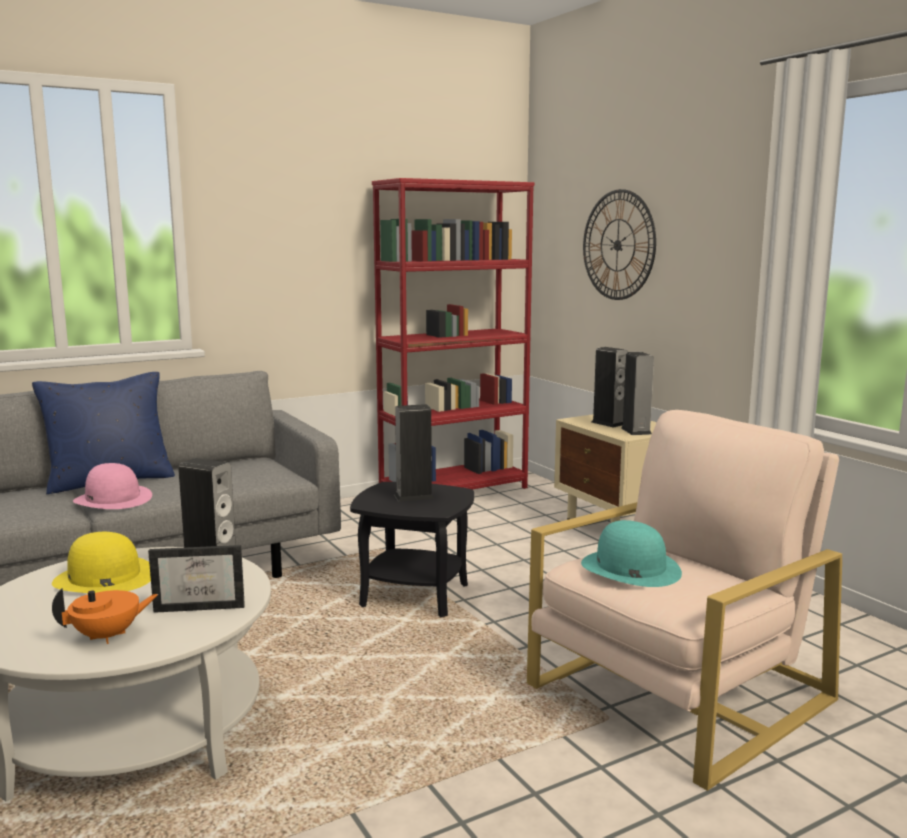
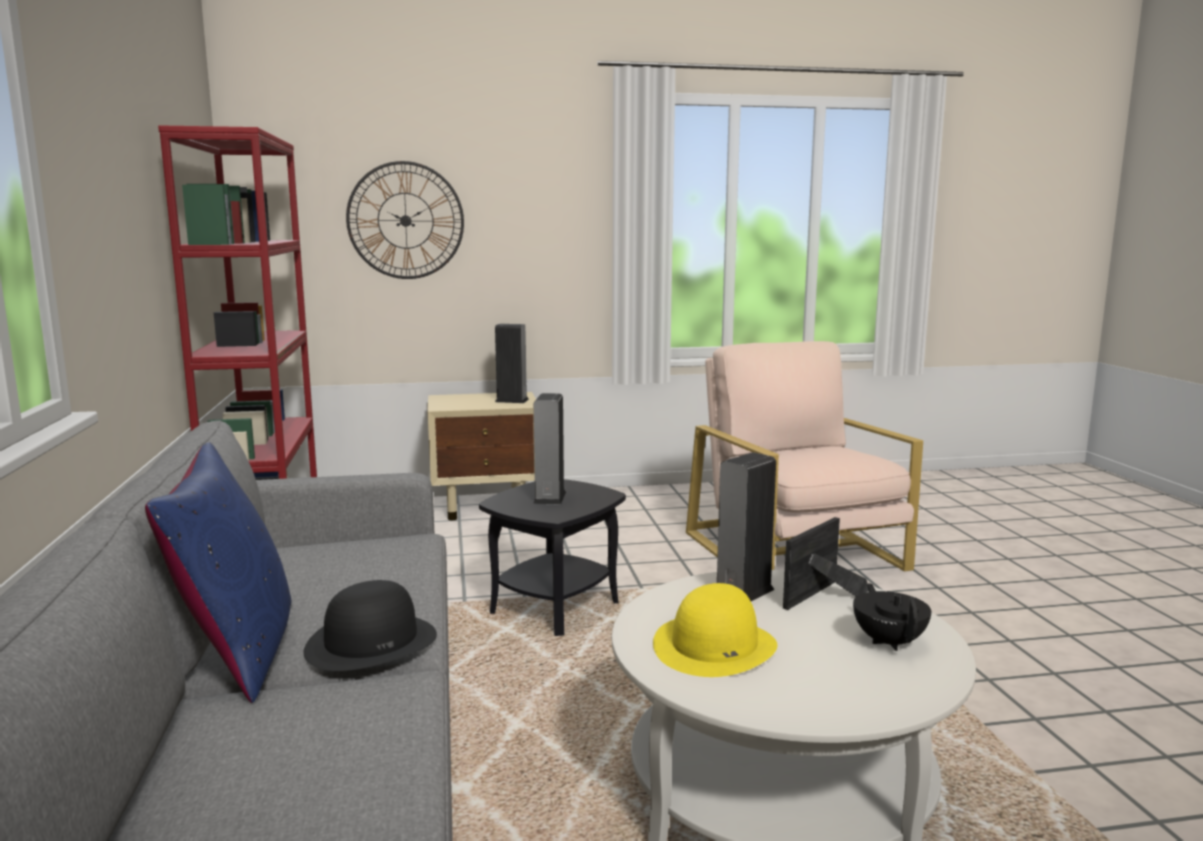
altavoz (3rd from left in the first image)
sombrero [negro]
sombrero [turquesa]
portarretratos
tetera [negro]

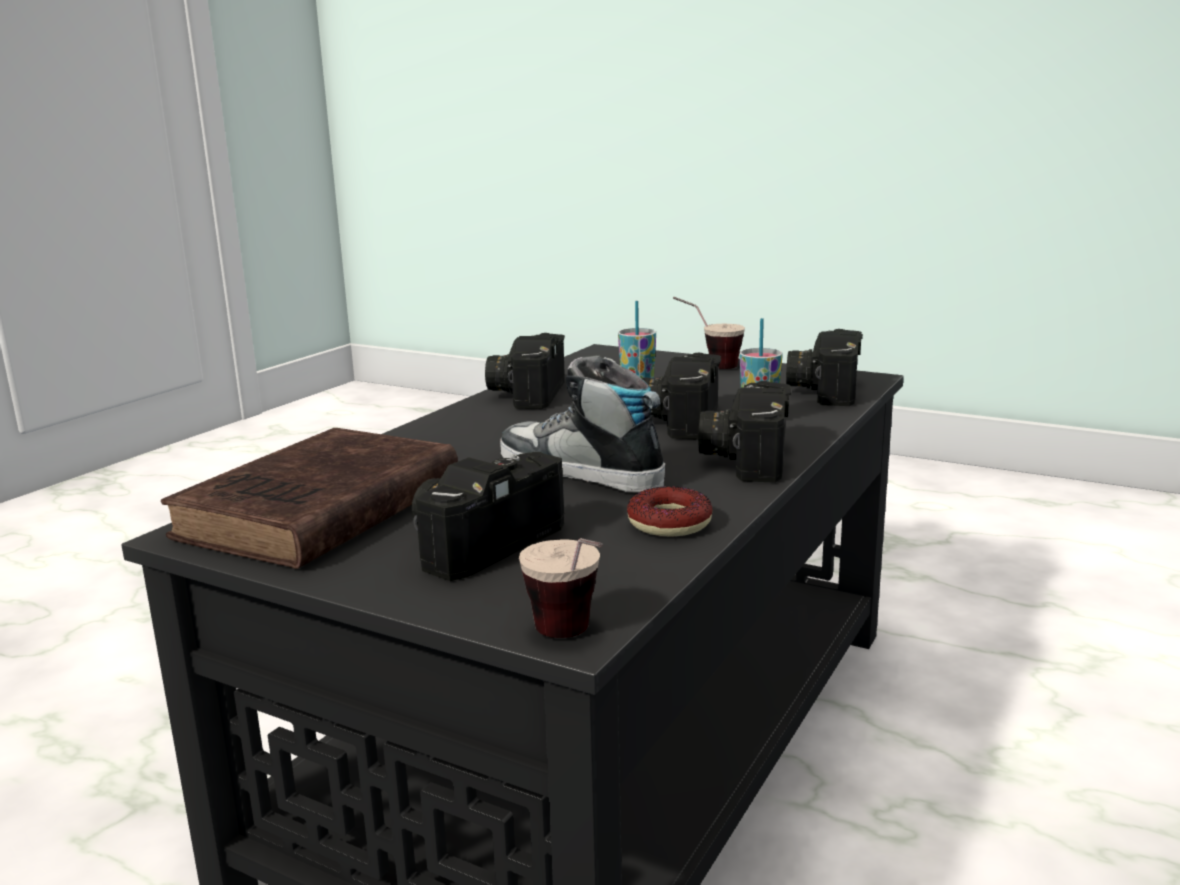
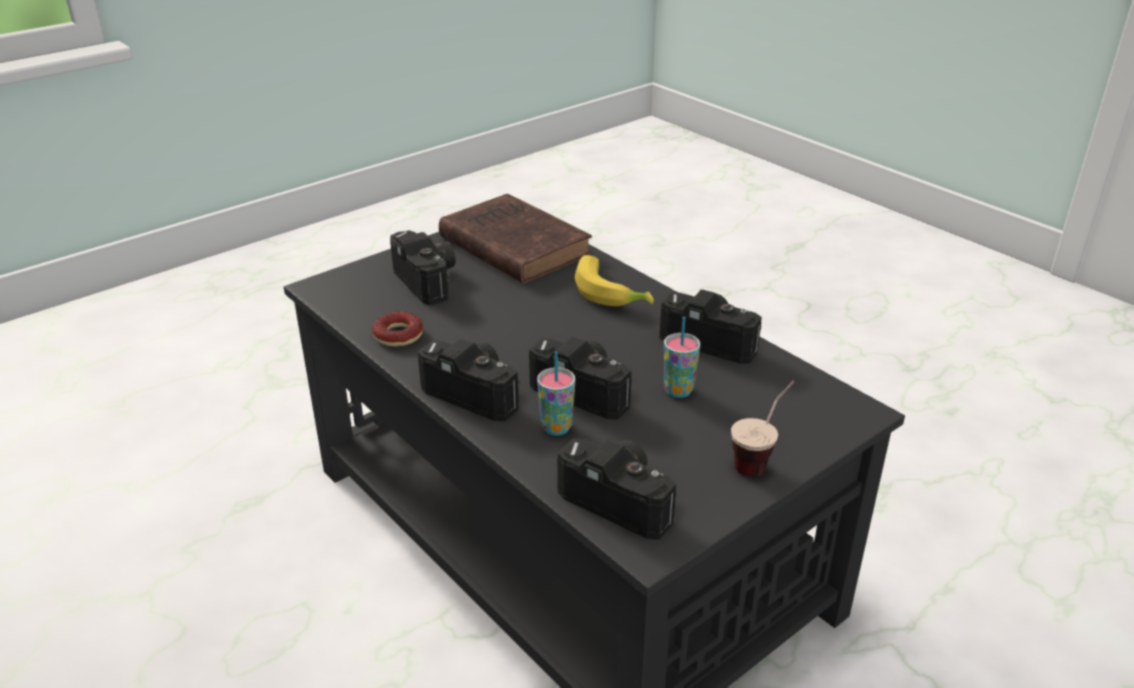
zapato
taza (1st from left in the first image)
plátano

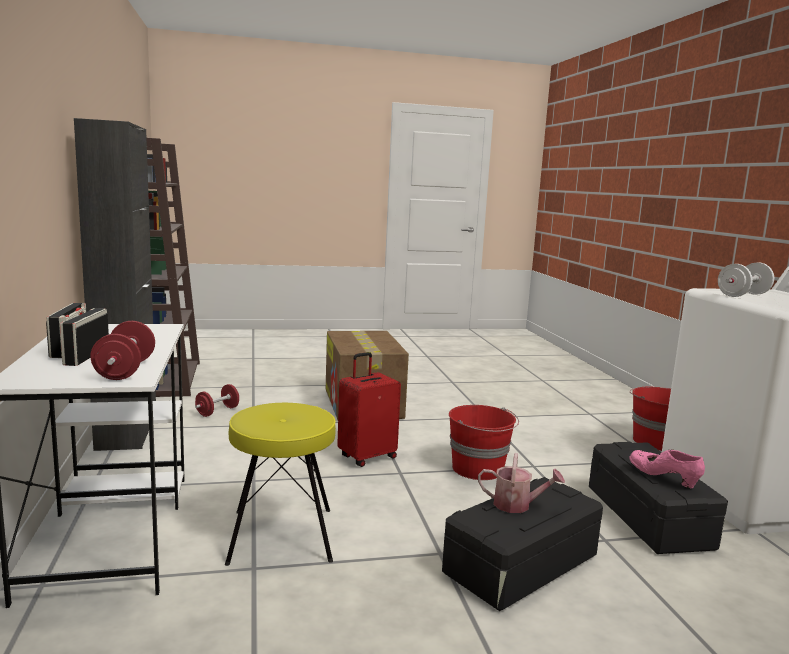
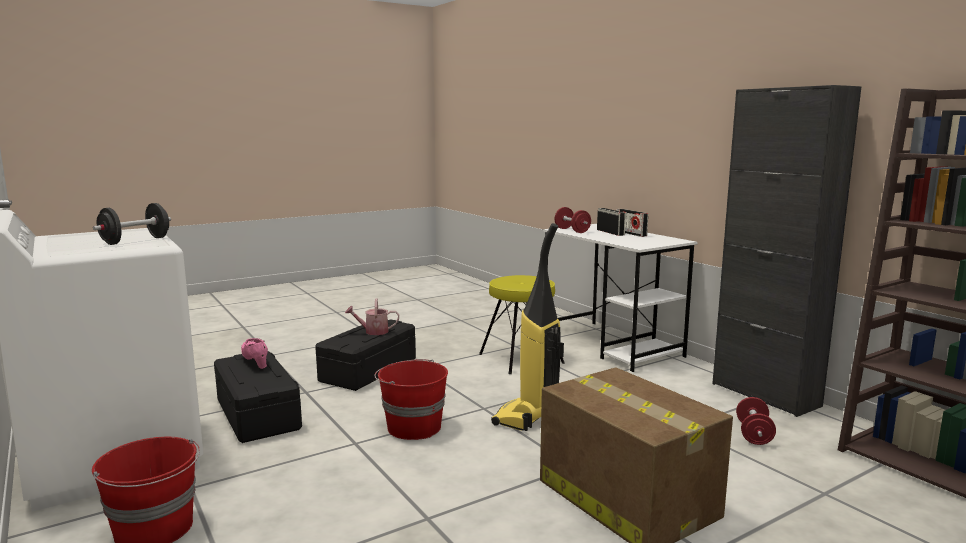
mancuerna [negro]
aspiradora
zapato [rosa]

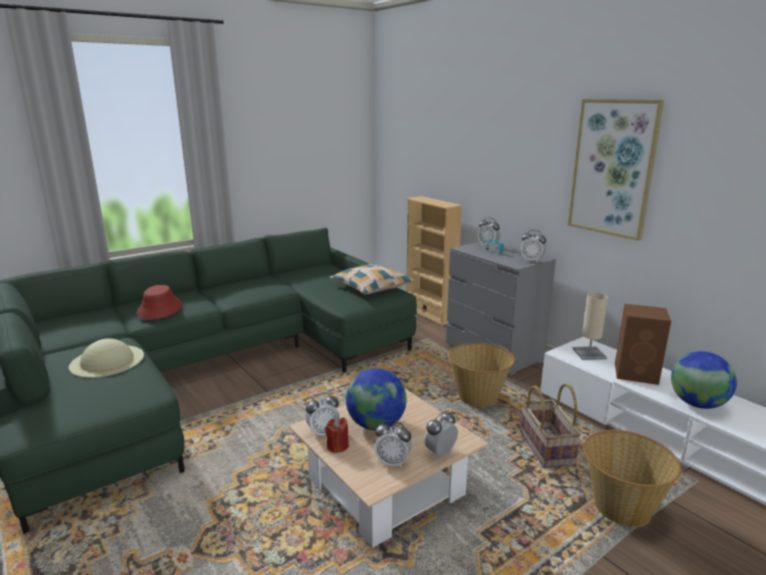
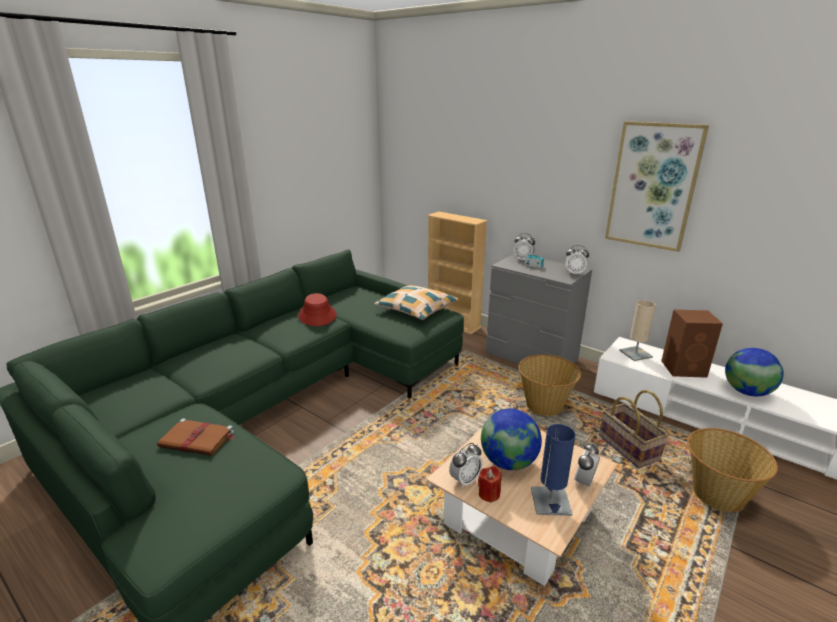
sombrero [rojo]
libro [marrón]
lámpara de mesa [azul]

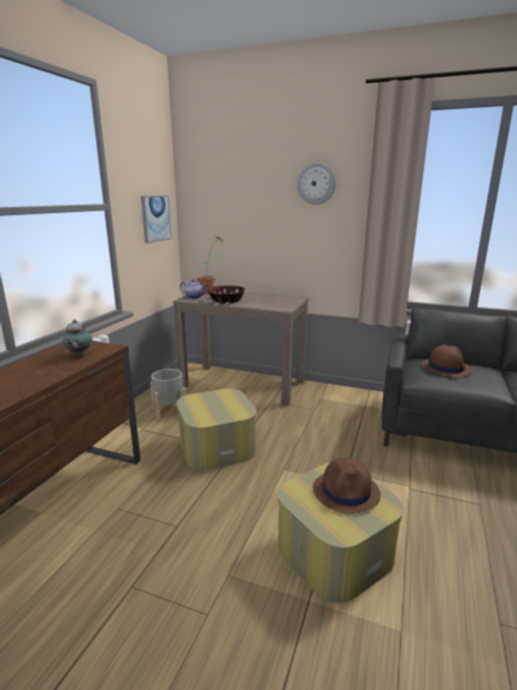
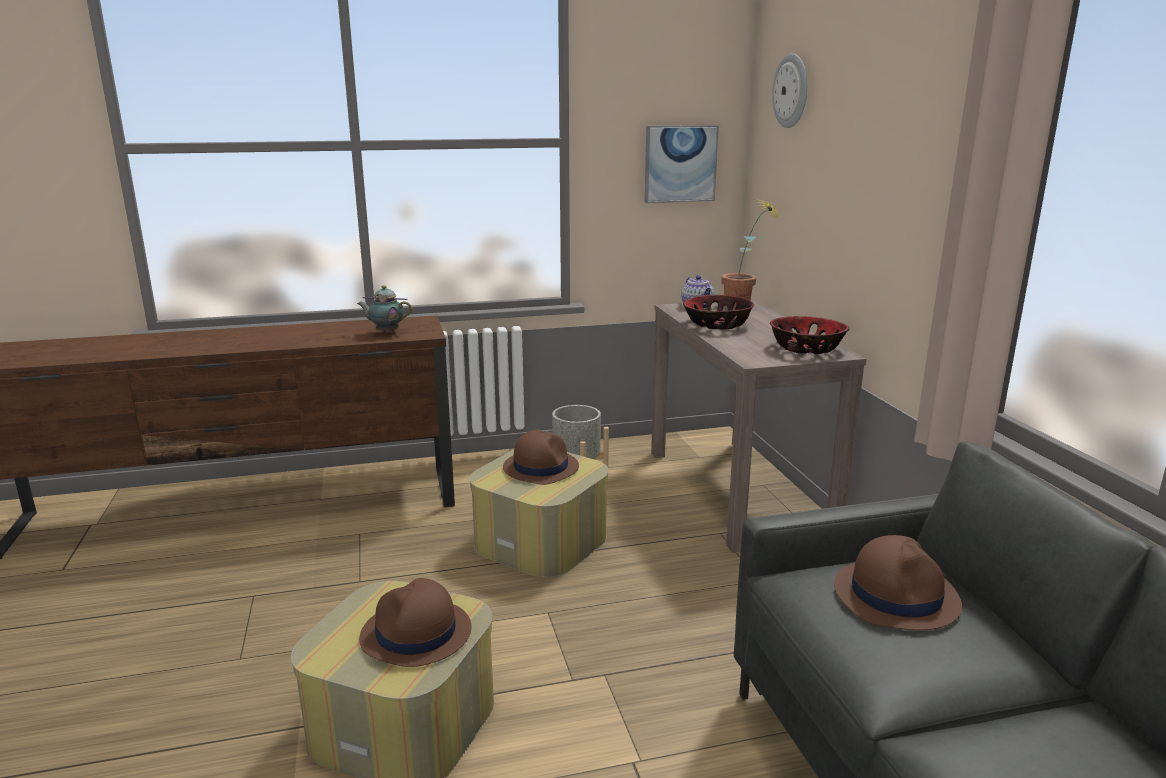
reloj de pared
tetera (1st from left)
cuenco (2nd from left)
sombrero [marrón] (2nd from left)

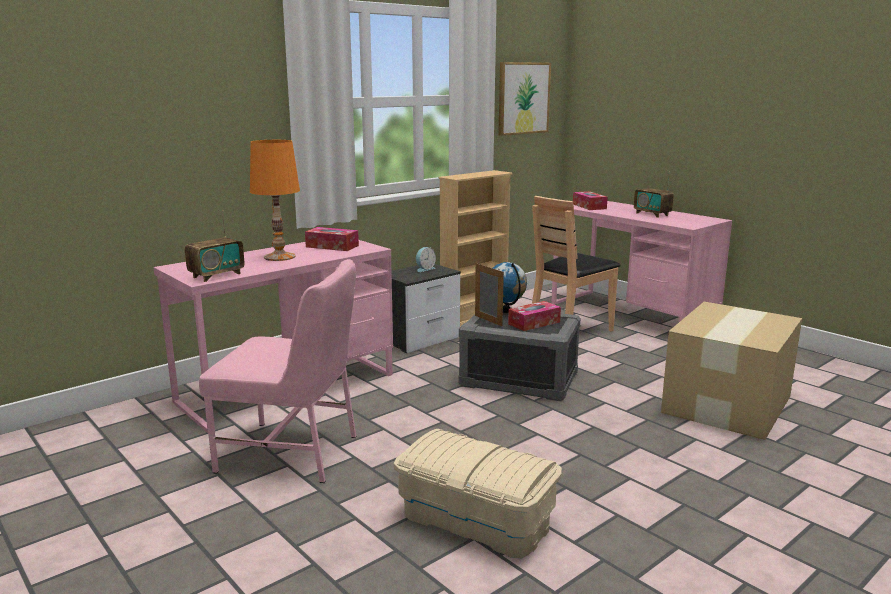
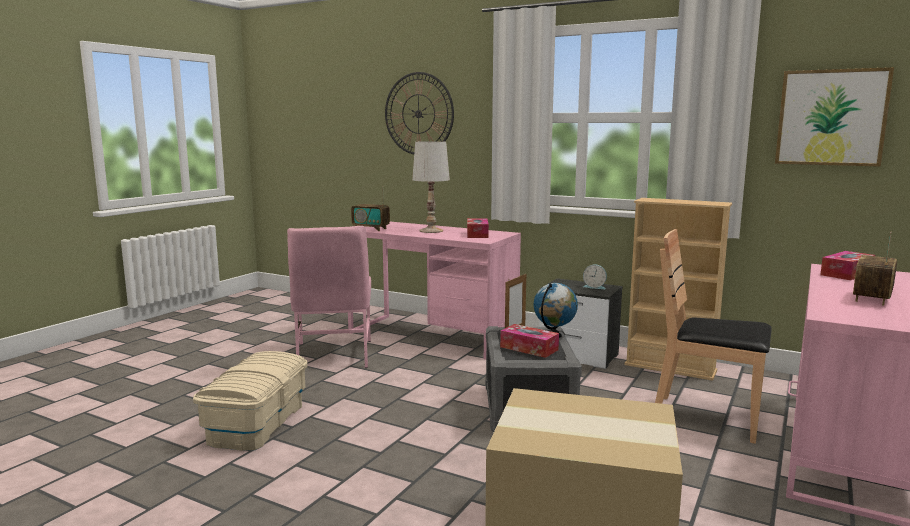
lámpara de mesa [blanco]
reloj de pared

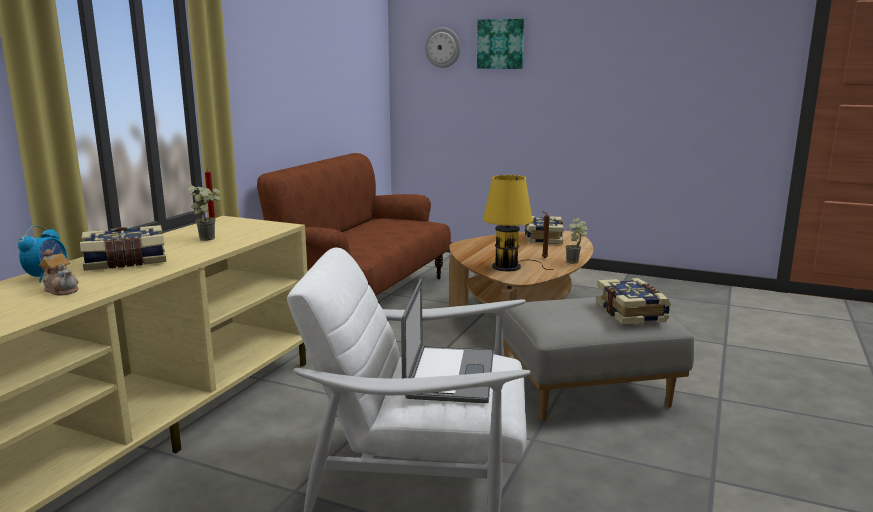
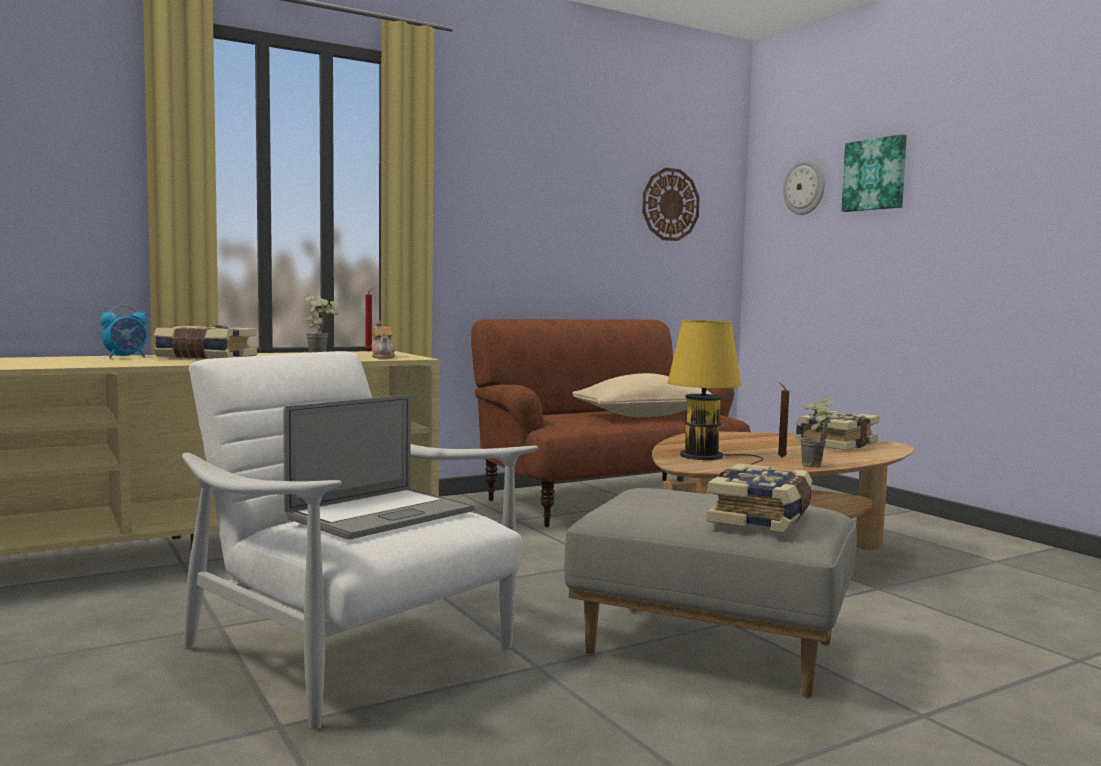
tetera
reloj de pared (1st from left)
cojín [beis]

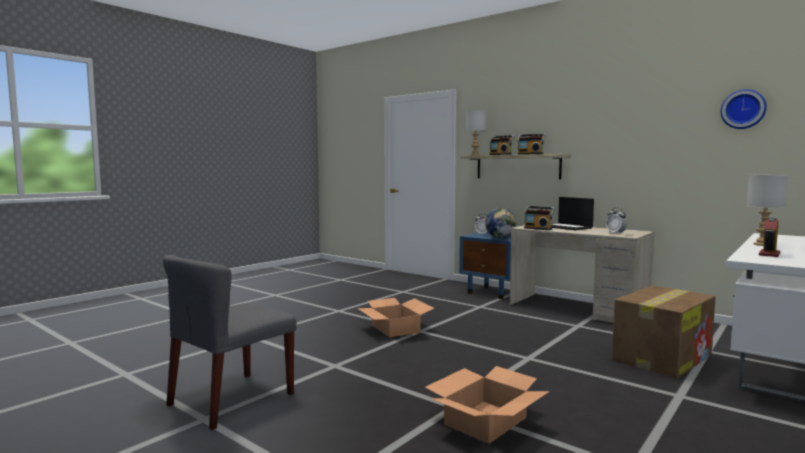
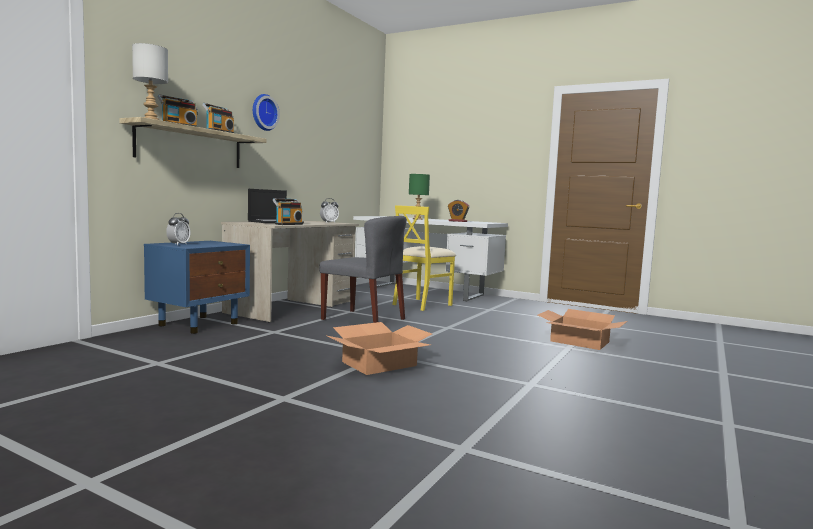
reloj de pared
lámpara de mesa [verde]
globo terráqueo
silla [gris]
silla [amarillo]

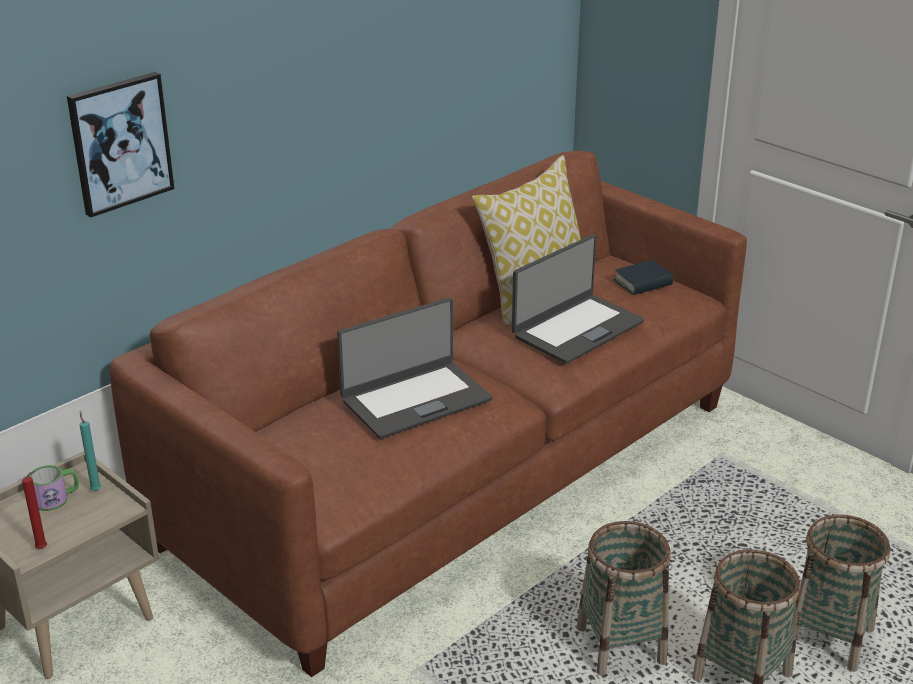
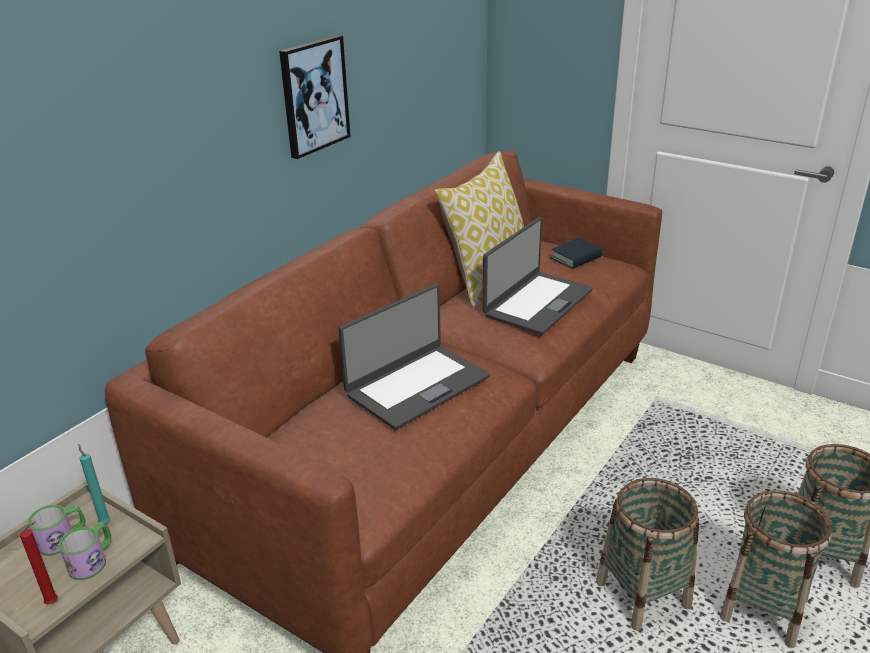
cuadro
taza grande (2nd from left)

